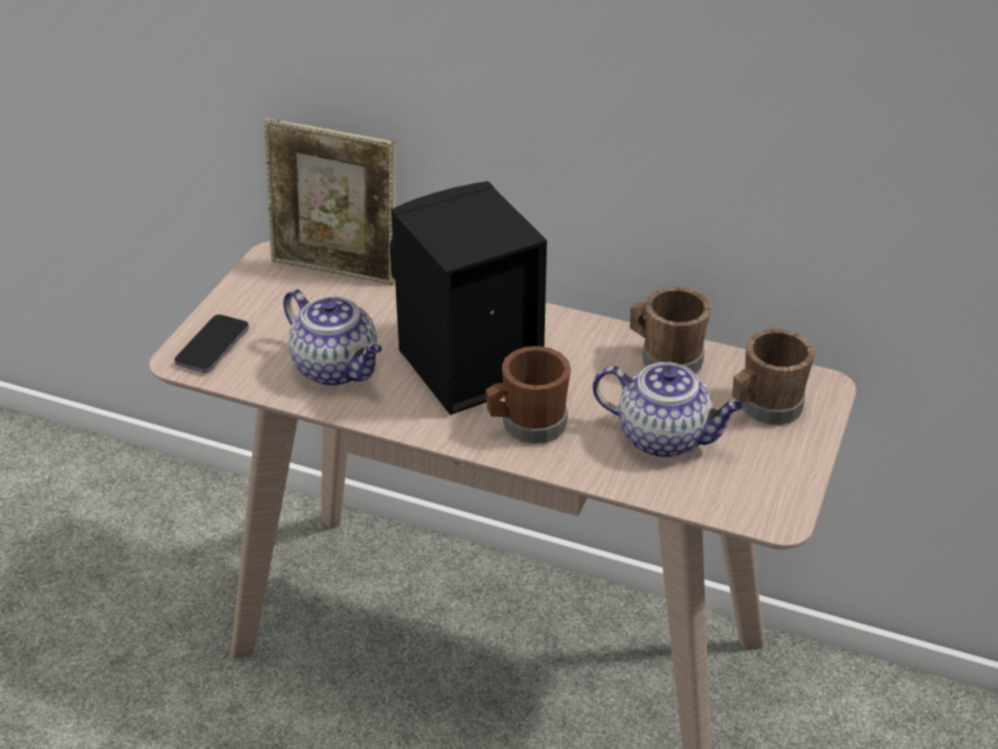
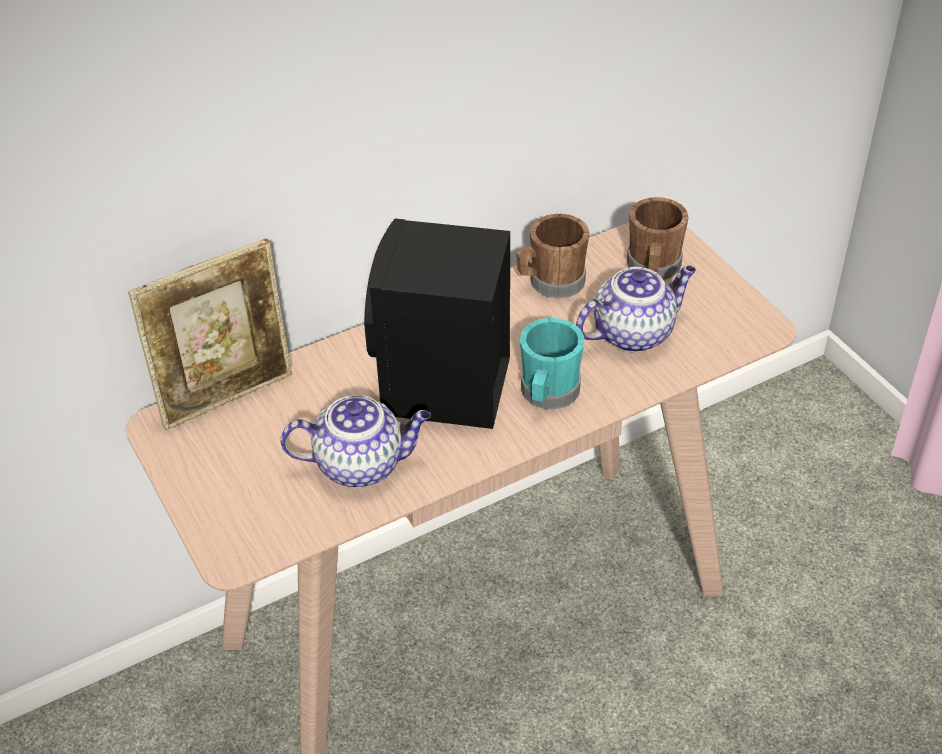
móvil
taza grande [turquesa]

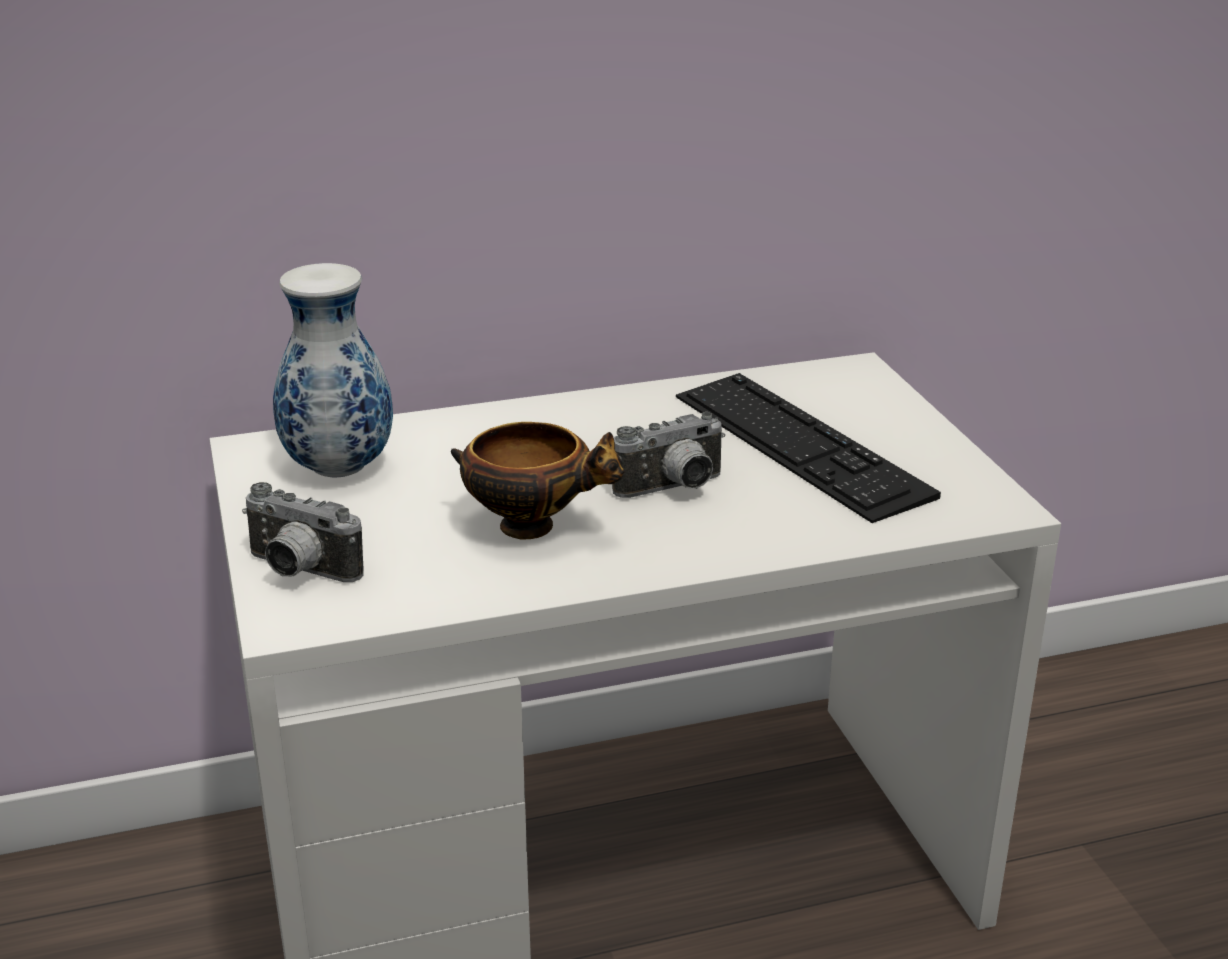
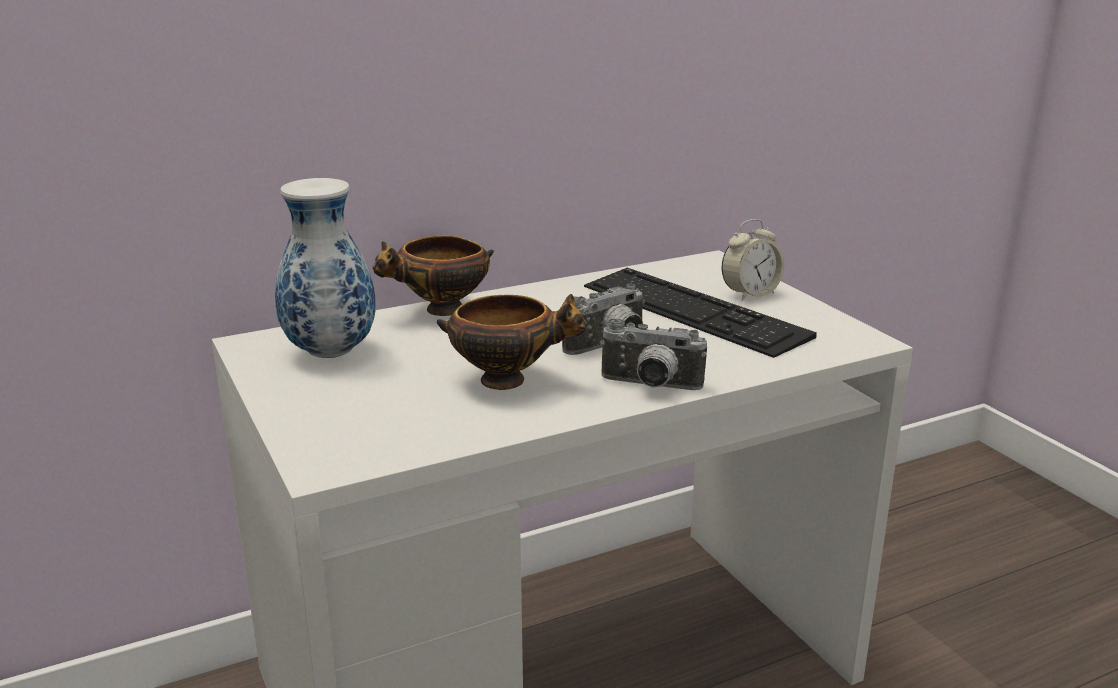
cámara (2nd from left)
despertador
cuenco (1st from left)

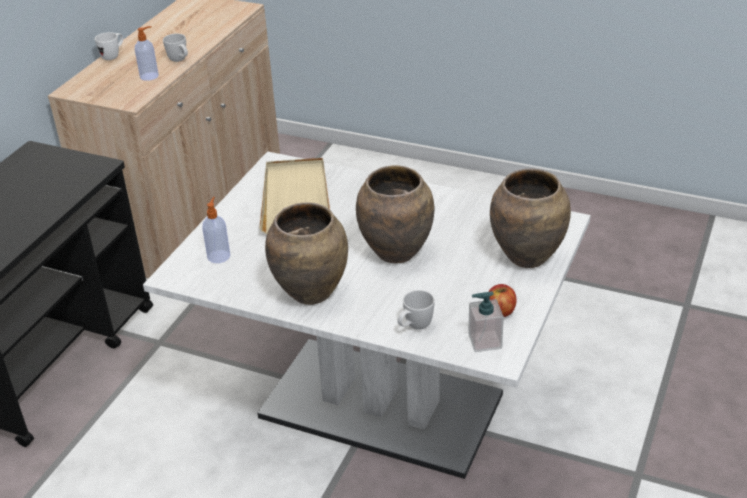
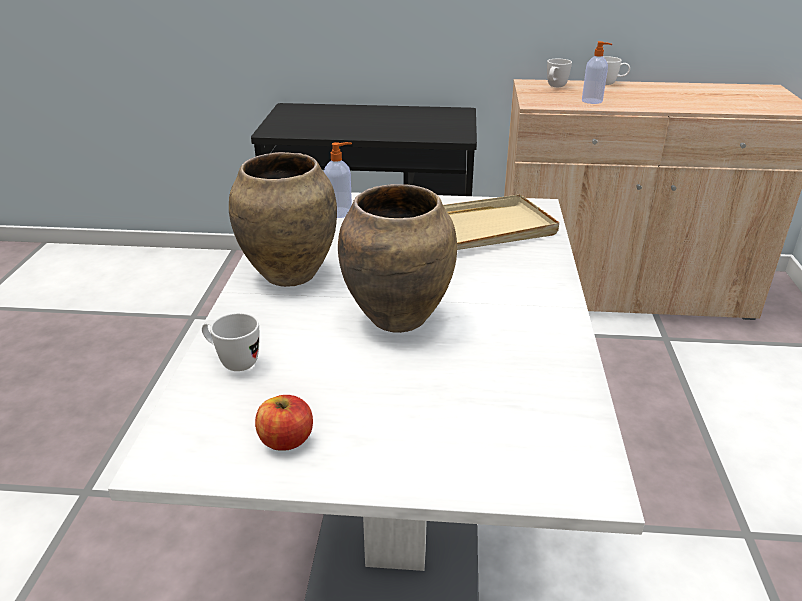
taza grande [blanco] (2nd from left)
florero [marrón] (3rd from left in the first image)
dispensador de jabón (3rd from left in the first image)

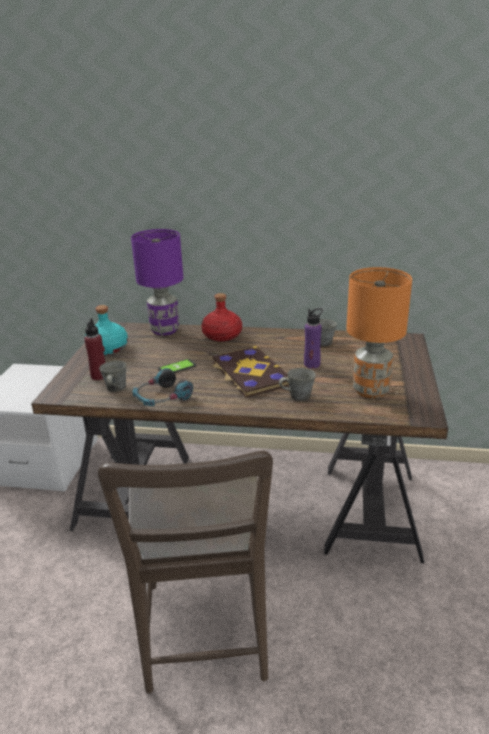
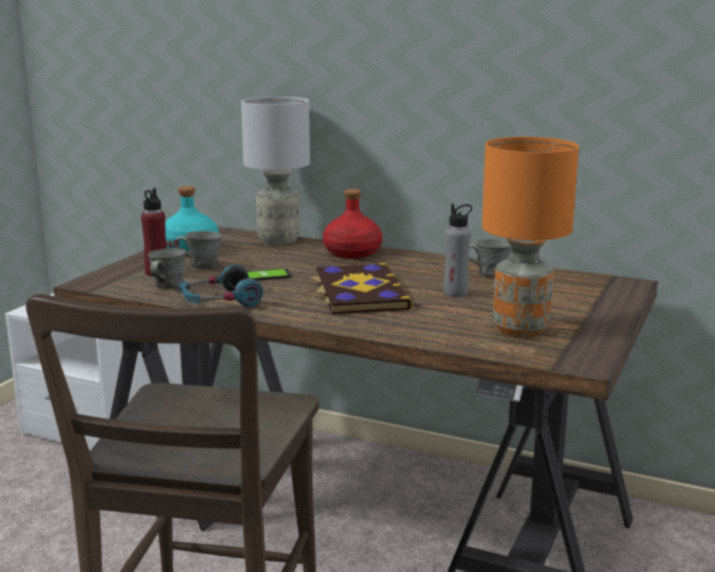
lámpara de mesa [gris]
botella [gris]
taza grande [gris] (2nd from left)

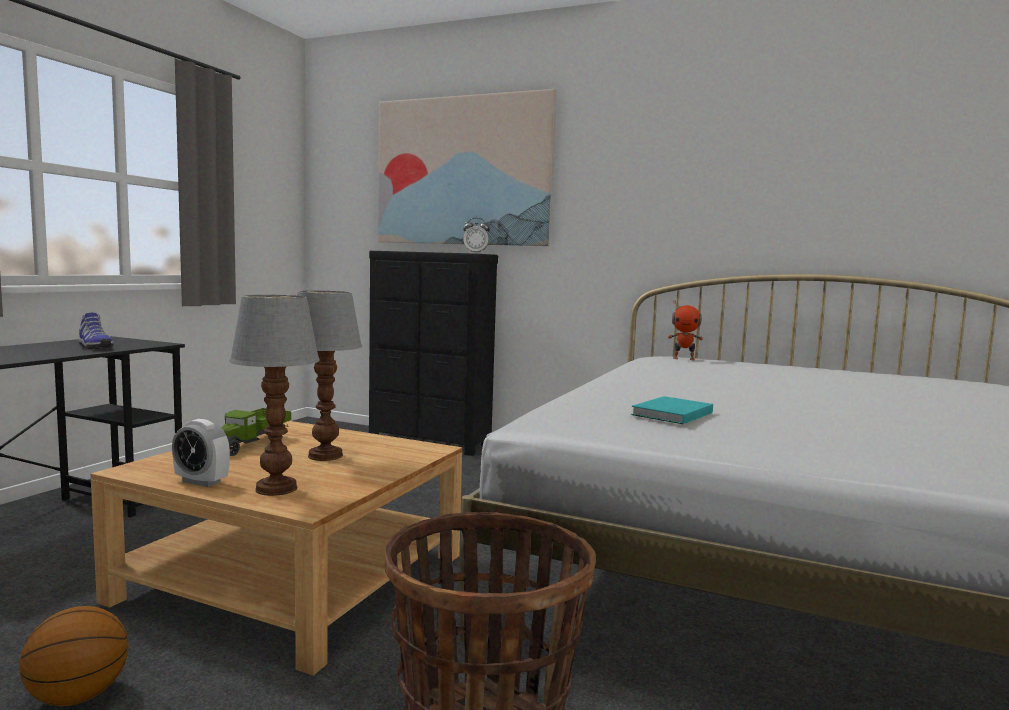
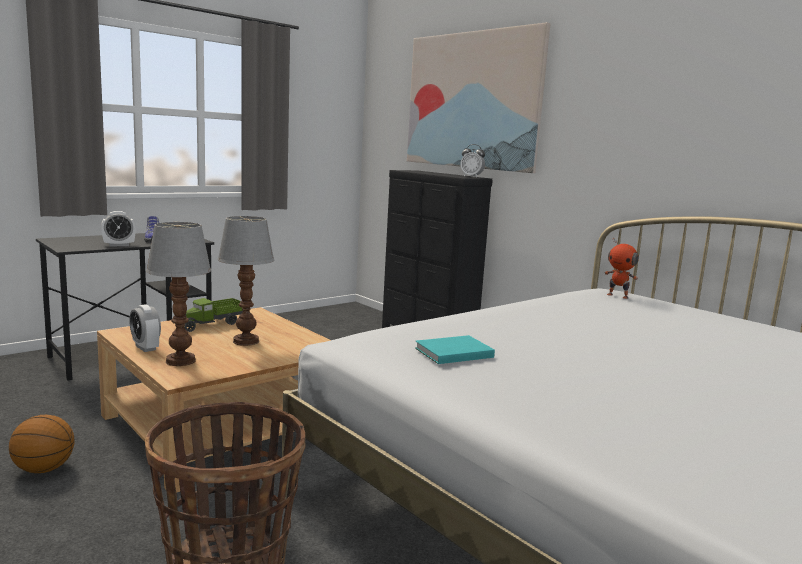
despertador (1st from left)

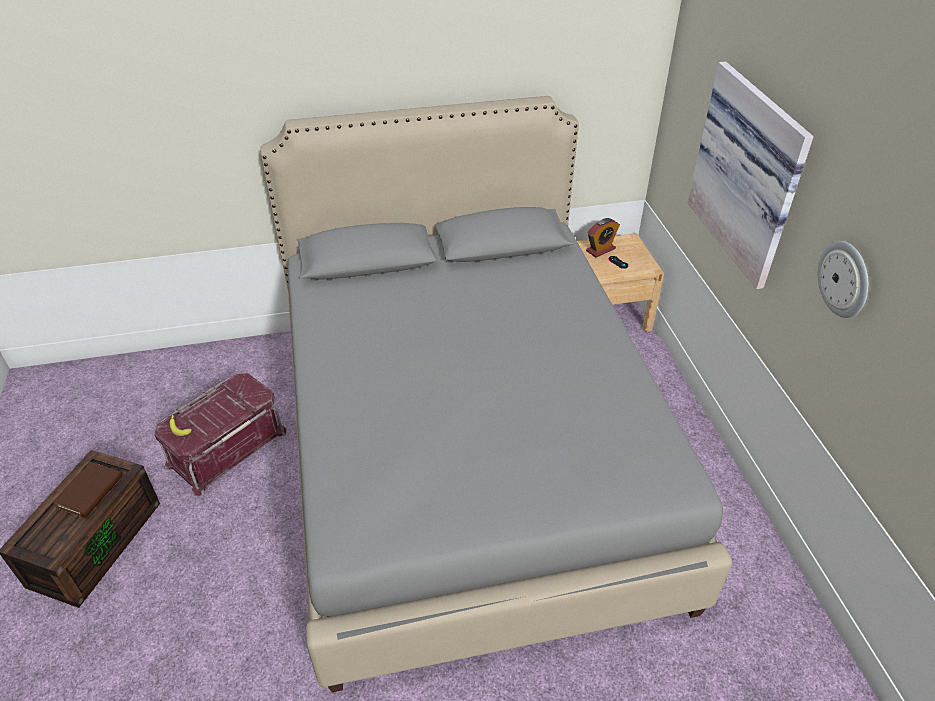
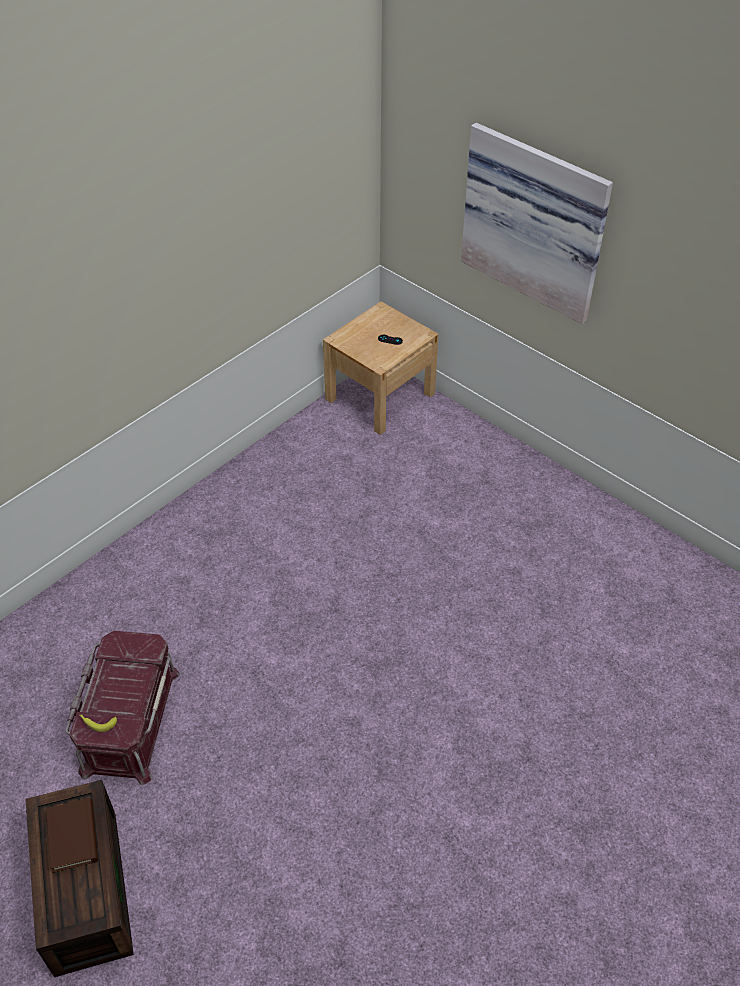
cama [gris]
despertador
reloj de pared

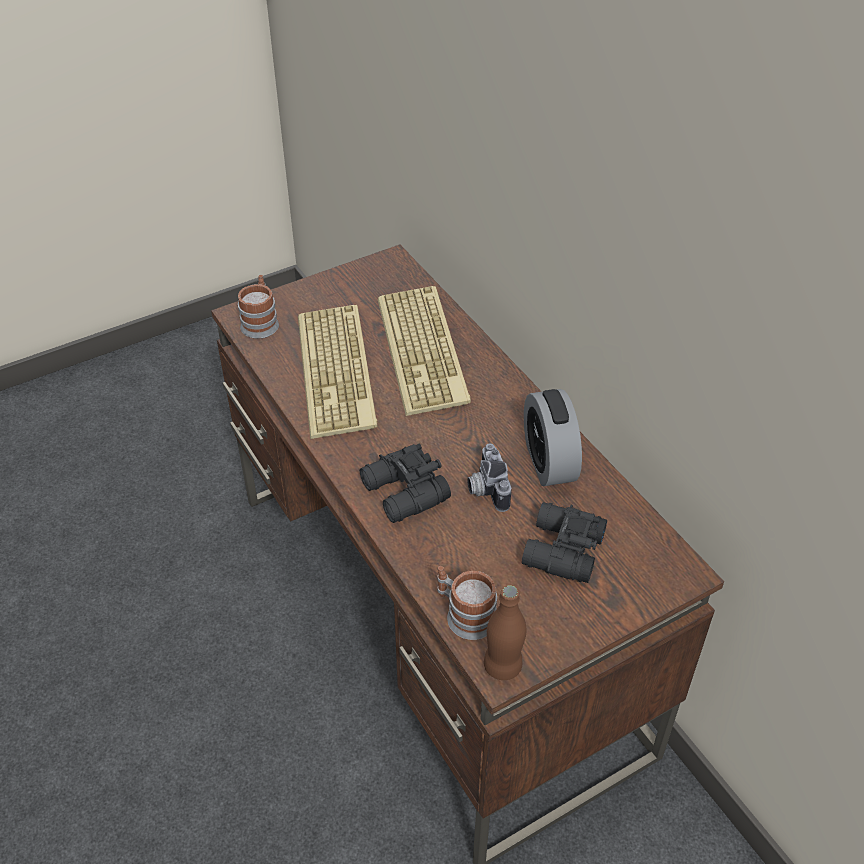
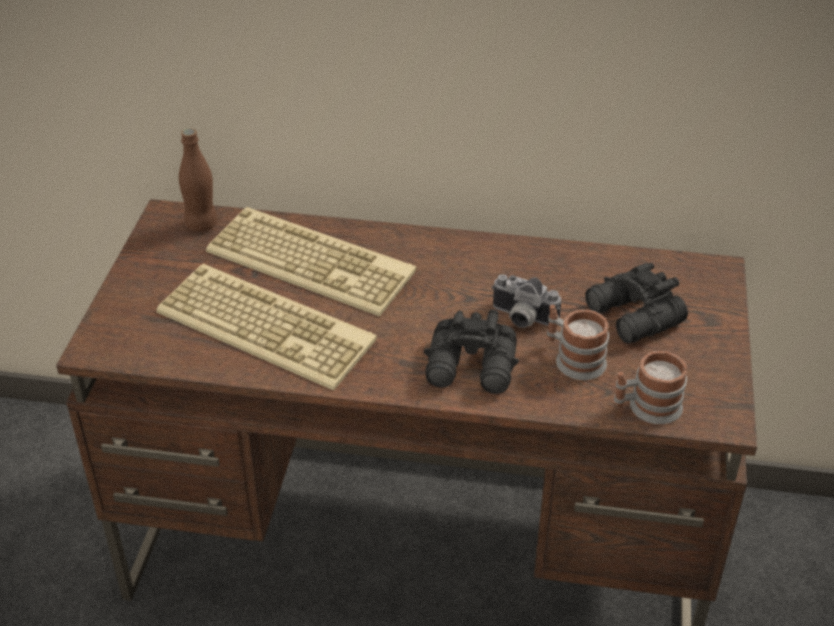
taza grande (1st from left)
despertador
botella [marrón]

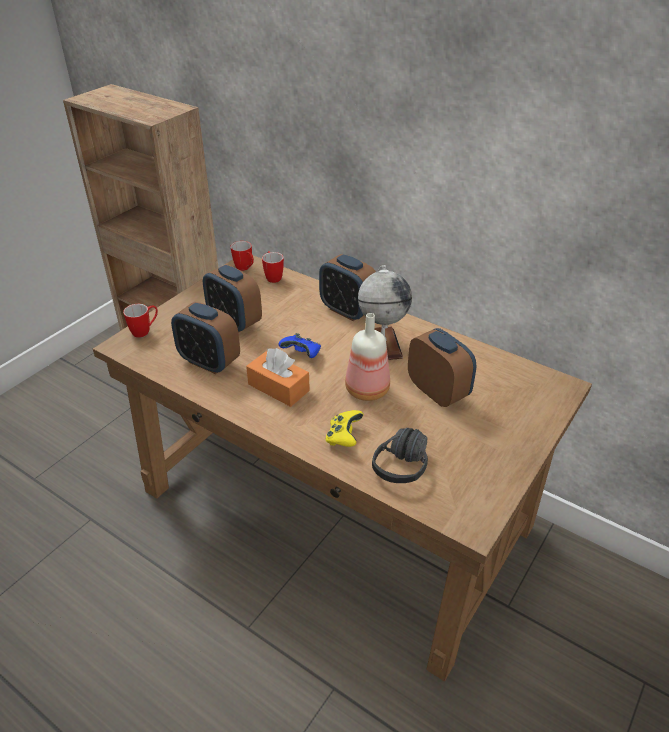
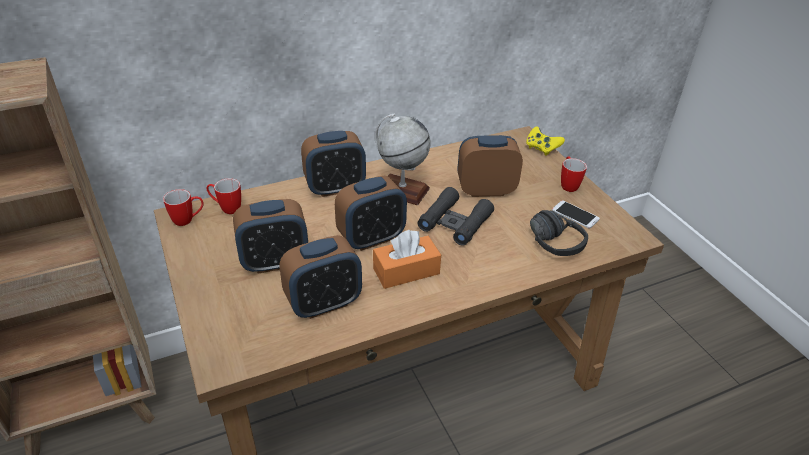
taza grande (3rd from left)
prismáticos [negro]
despertador (4th from left)
mando de consola [amarillo]
móvil

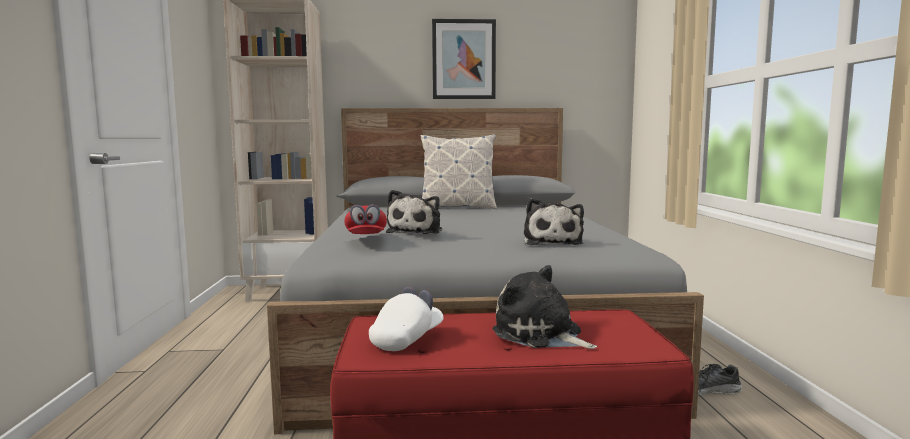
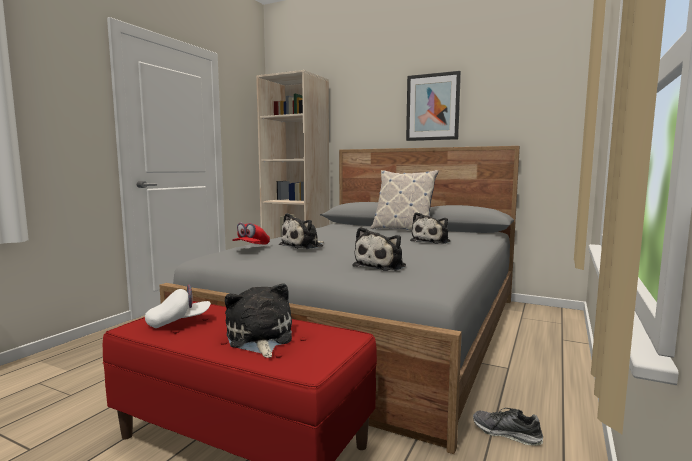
peluche (4th from left)

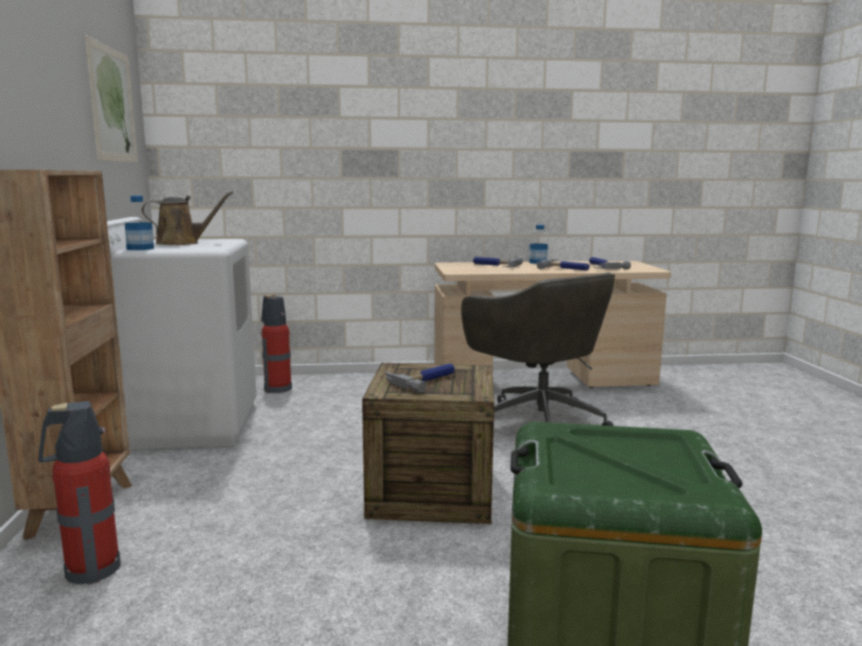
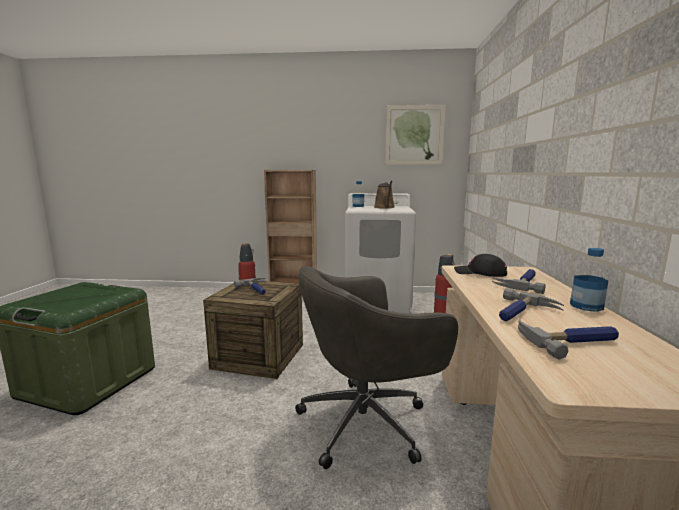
gorra [negro]

